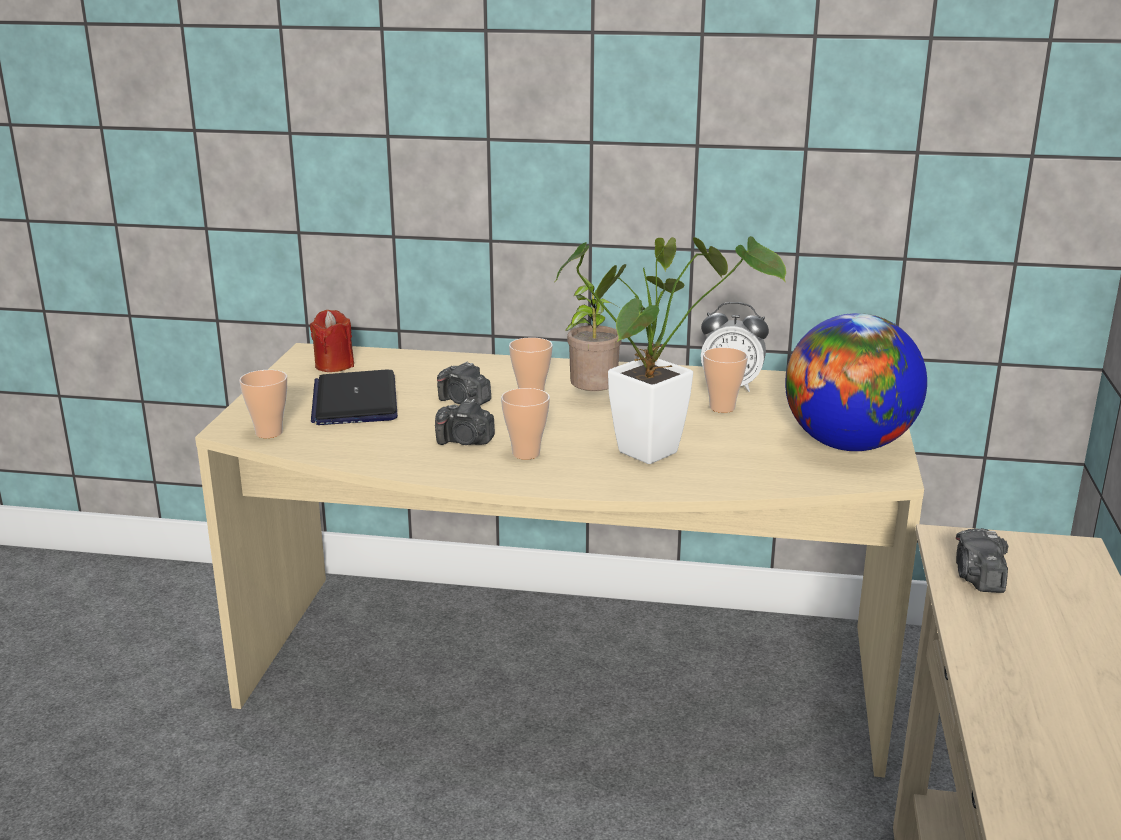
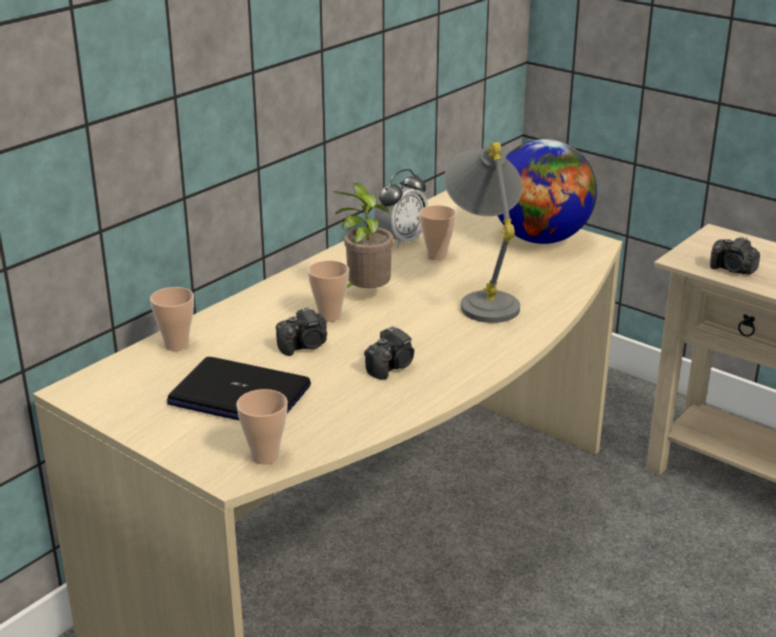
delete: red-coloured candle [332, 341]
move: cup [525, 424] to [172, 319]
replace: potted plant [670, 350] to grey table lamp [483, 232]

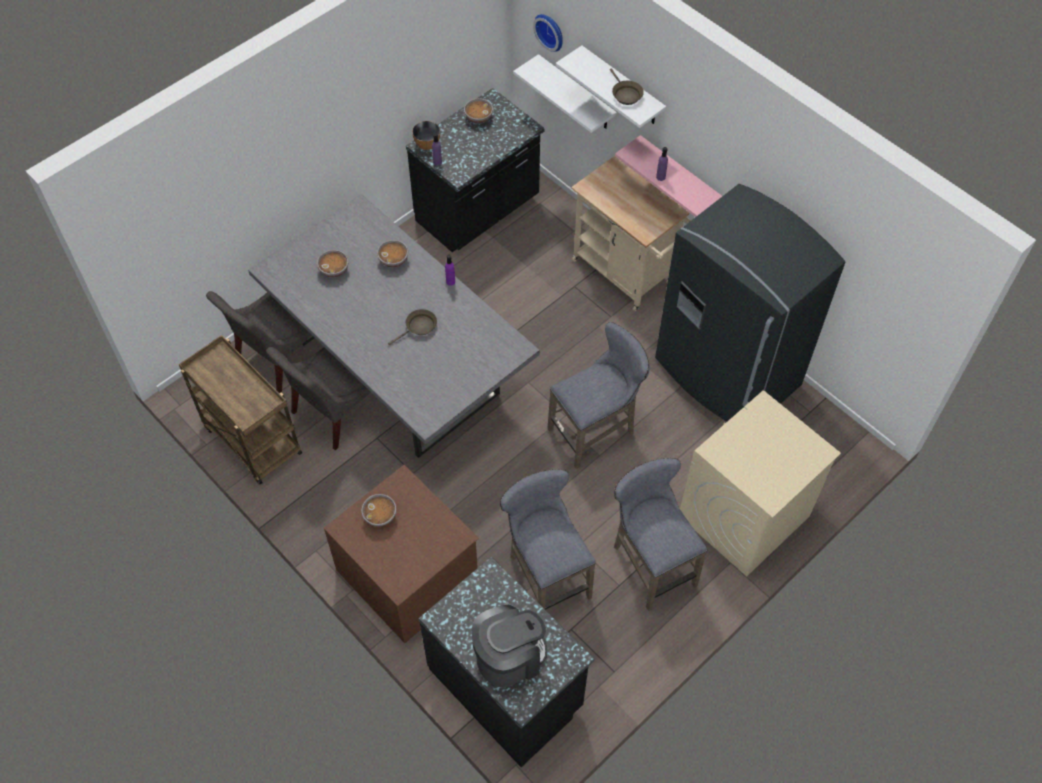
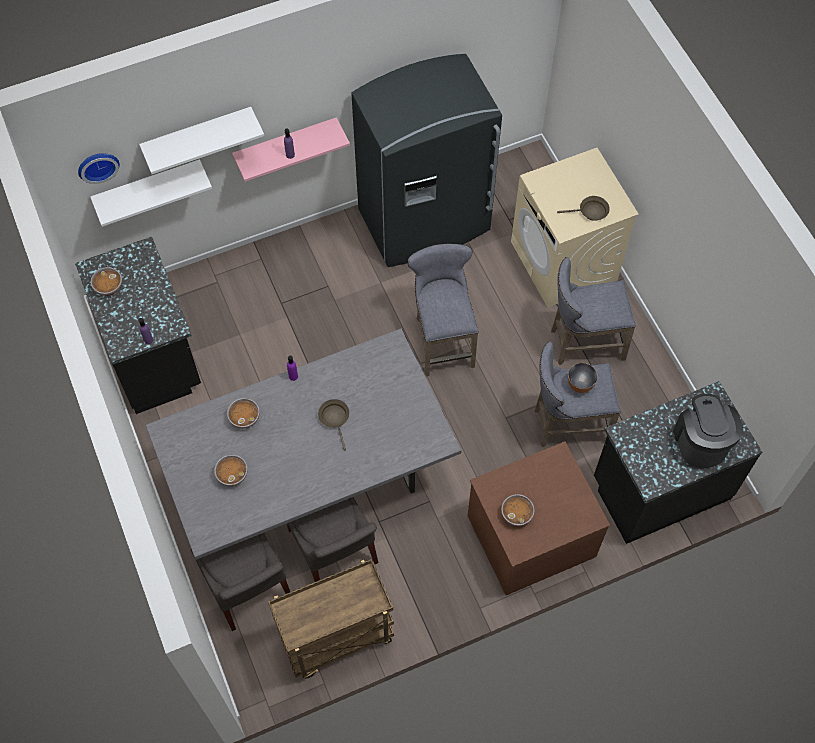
delete: beige trolley [631, 233]
move: deep dish [426, 135] to [583, 378]; brownish frying pan [627, 86] to [583, 208]

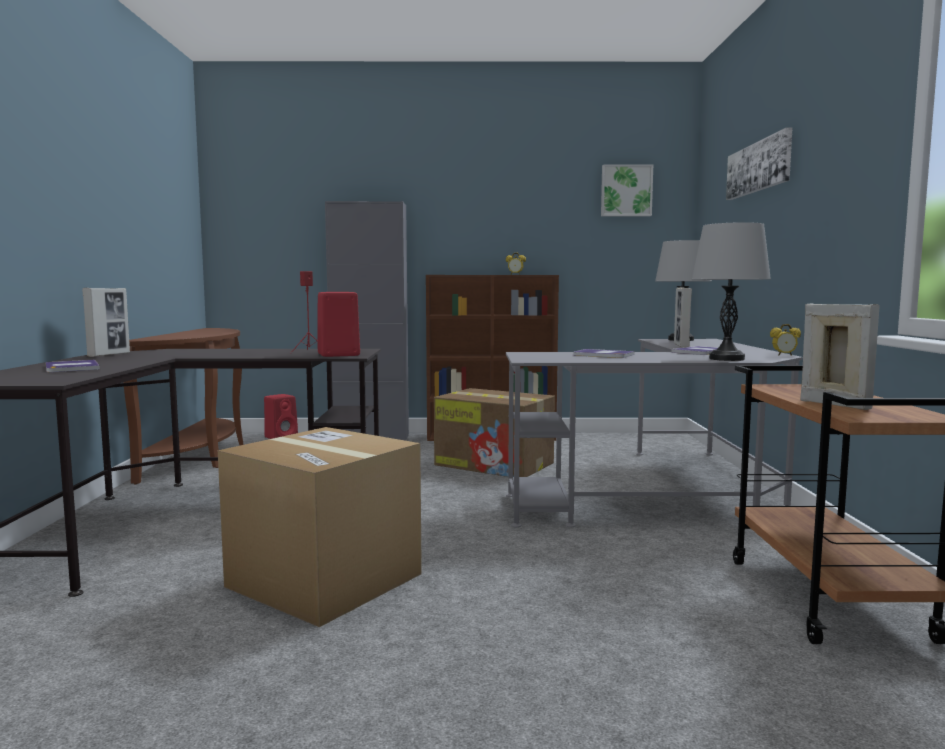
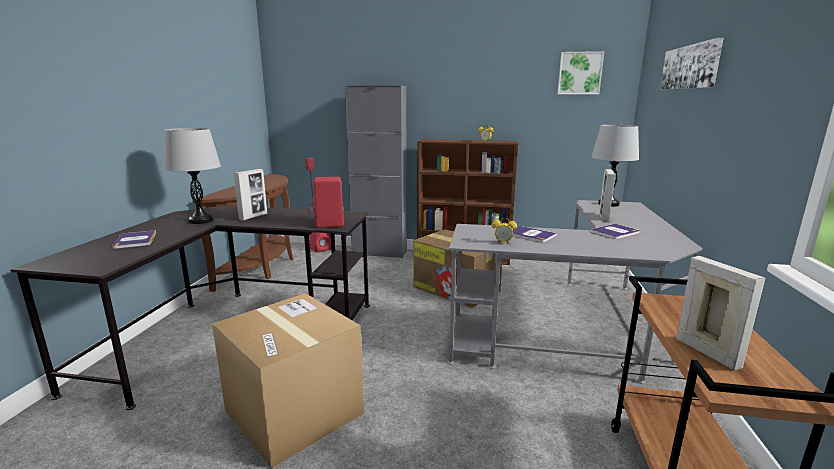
move: picture frame [106, 322] to [250, 195]; grey table lamp [731, 291] to [192, 176]; table clock [785, 340] to [504, 231]

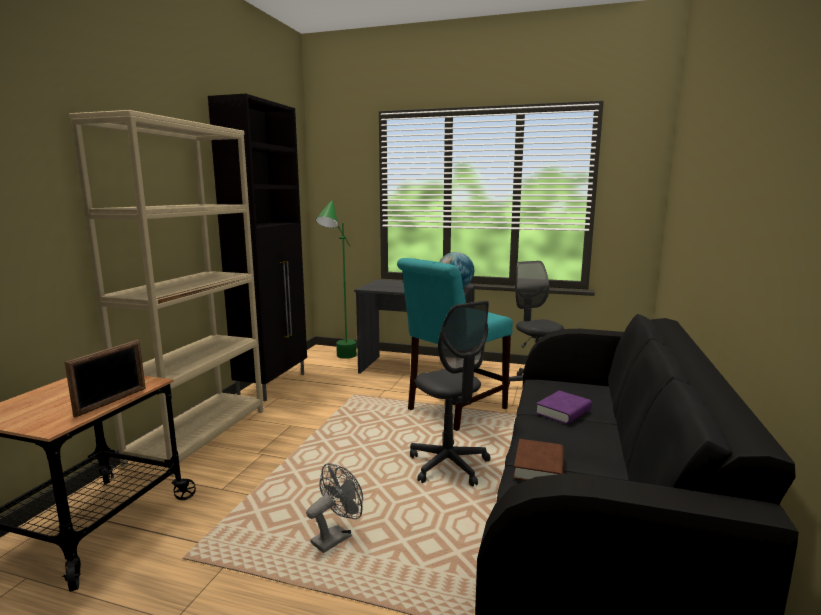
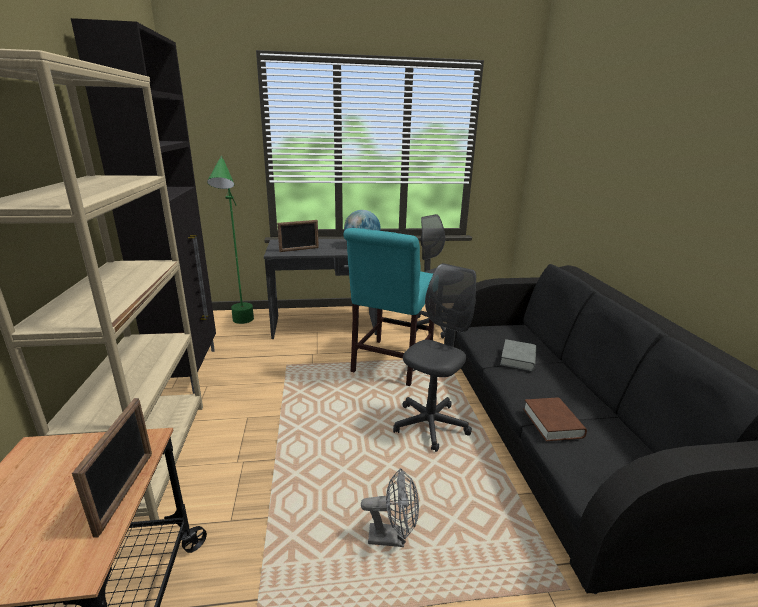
insert: picture frame [298, 236]
recolor: purplish book [564, 407] to grey book [518, 355]
rotate: grey fan [334, 508] = [390, 507] 75 degrees clockwise; grey desk chair [450, 394] = [434, 357] 90 degrees counterclockwise

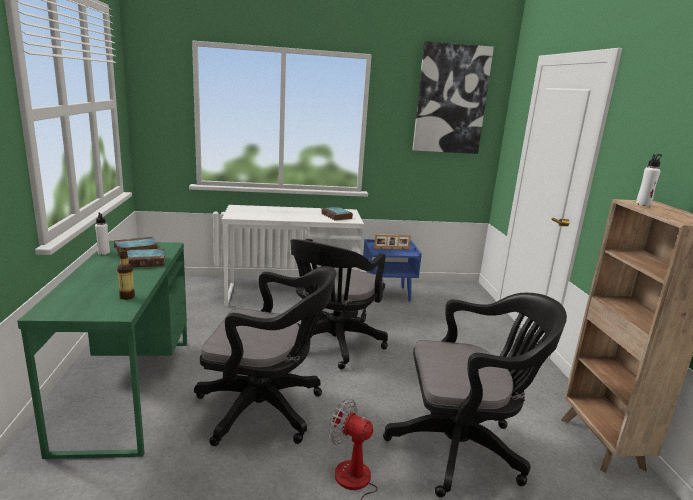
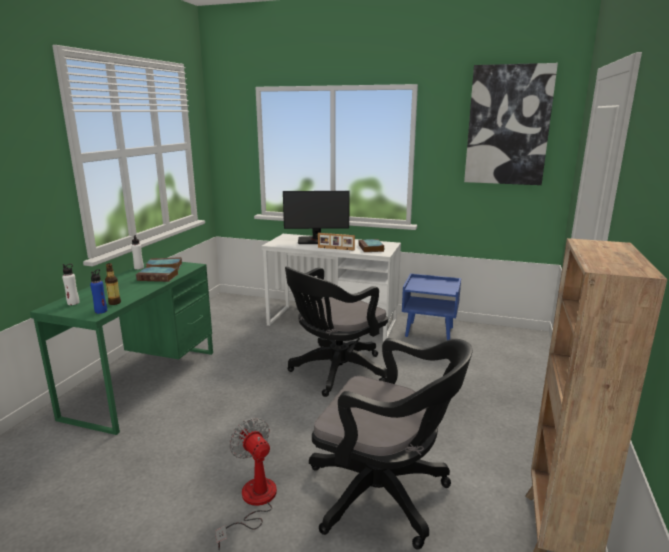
delete: black-coloured desk chair [265, 356]
insert: blue bottle [98, 291]; computer screen [316, 217]
move: picture frame [392, 241] to [336, 242]; white bottle [649, 180] to [71, 284]

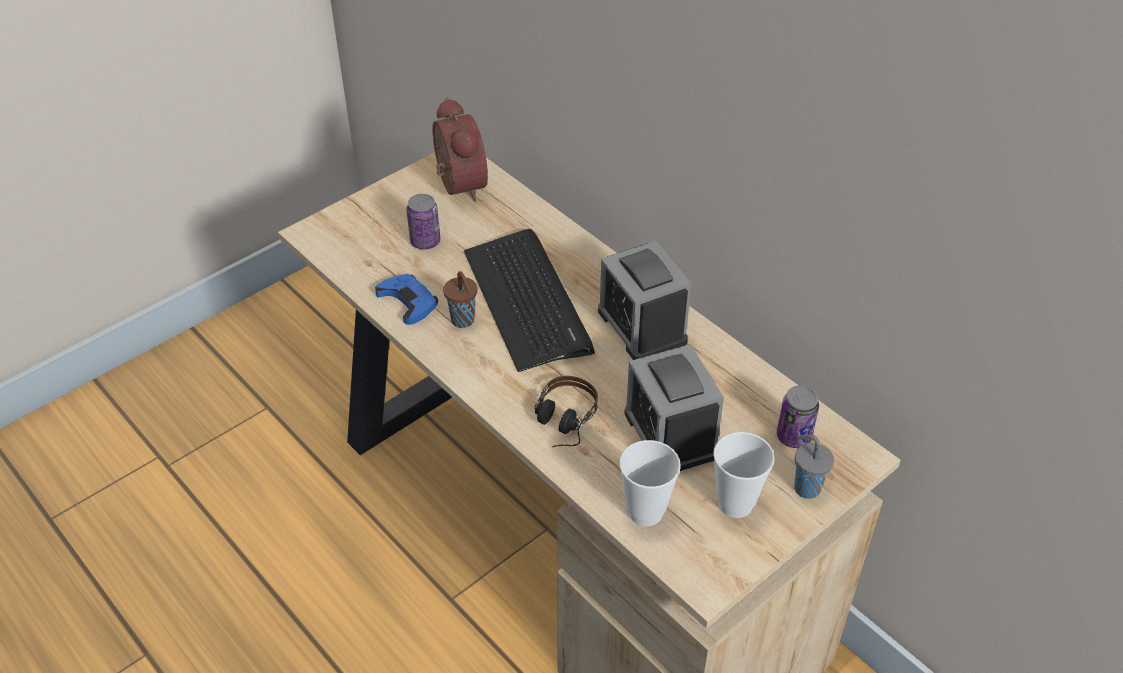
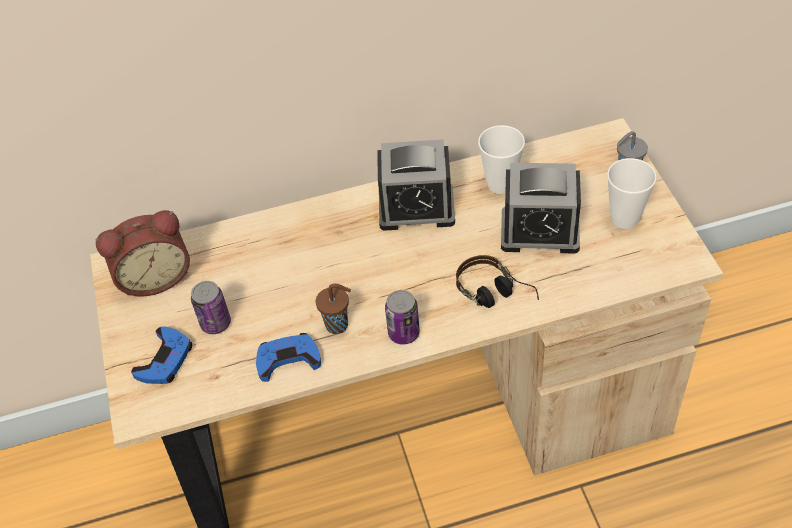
delete: keyboard [529, 300]
insert: blue joypad [161, 355]
move: cup [650, 483] to [501, 159]; sealed can [798, 417] to [402, 317]
rotate: table clock [460, 149] = [142, 253] 150 degrees clockwise

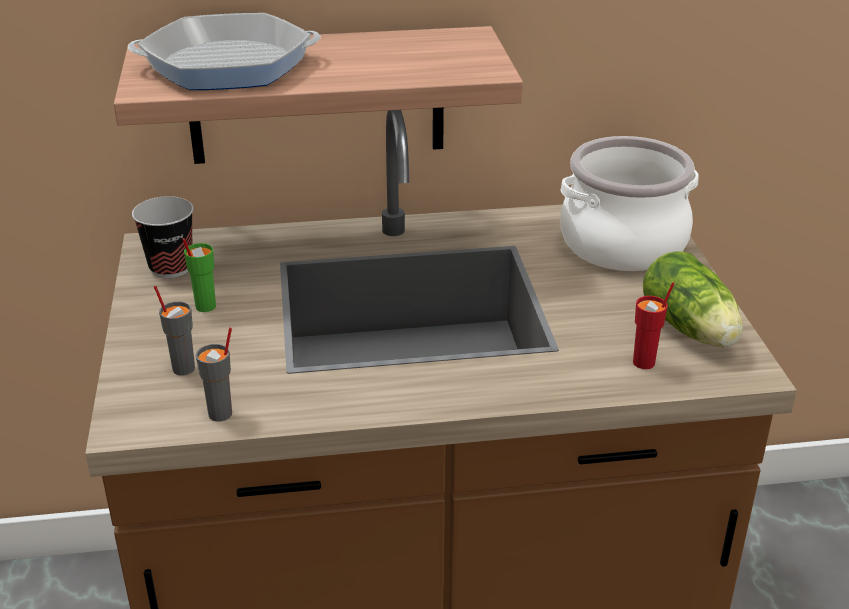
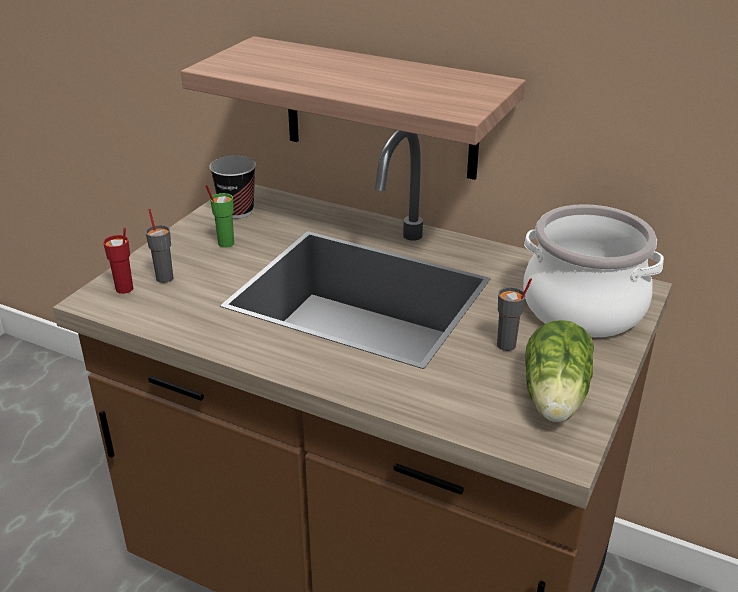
delete: frying pan [224, 51]
move: grey cup [214, 375] to [514, 314]; red-coloured cup [654, 325] to [118, 260]

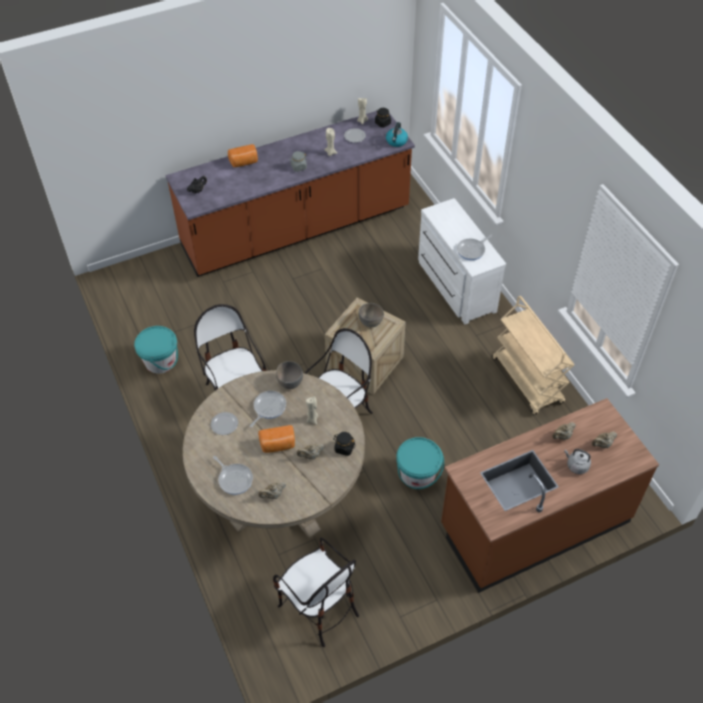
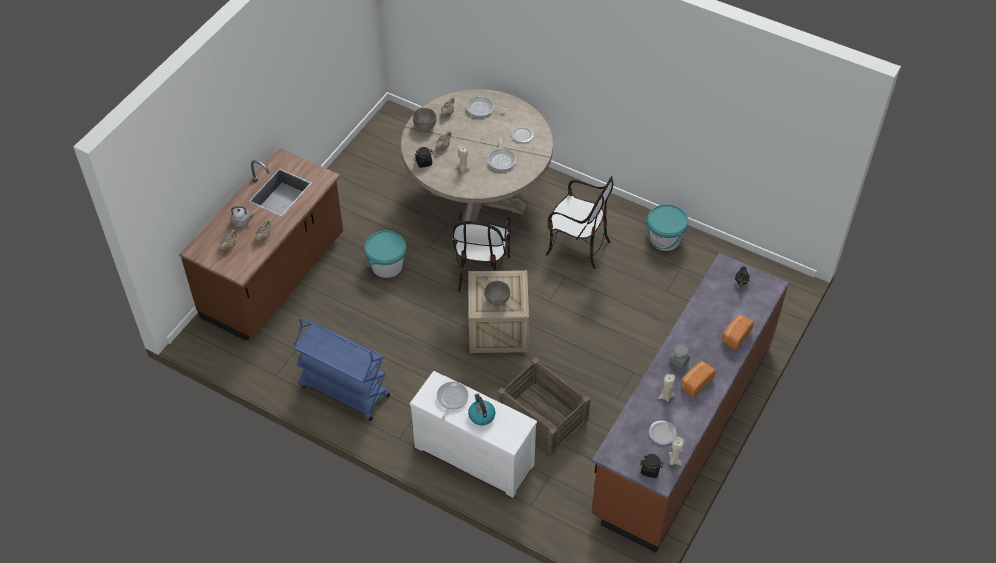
delete: plain chair [316, 592]
insert: shipping crate [544, 406]
move: baked bread [276, 439] to [698, 379]; grey deep dish [289, 375] to [425, 119]; kettle [397, 134] to [481, 410]
recolor: beige trolley [533, 355] to blue trolley [341, 369]

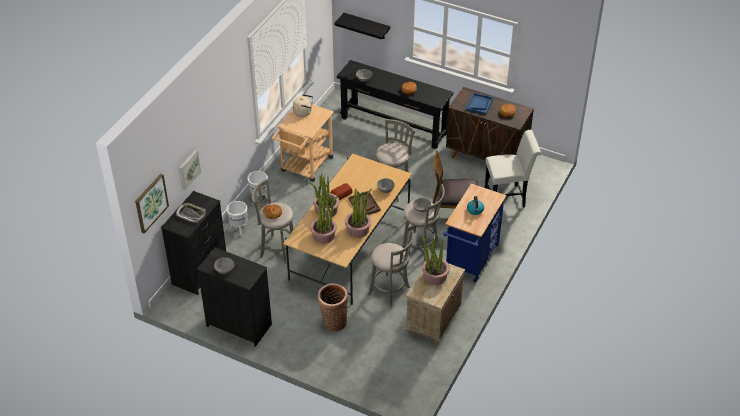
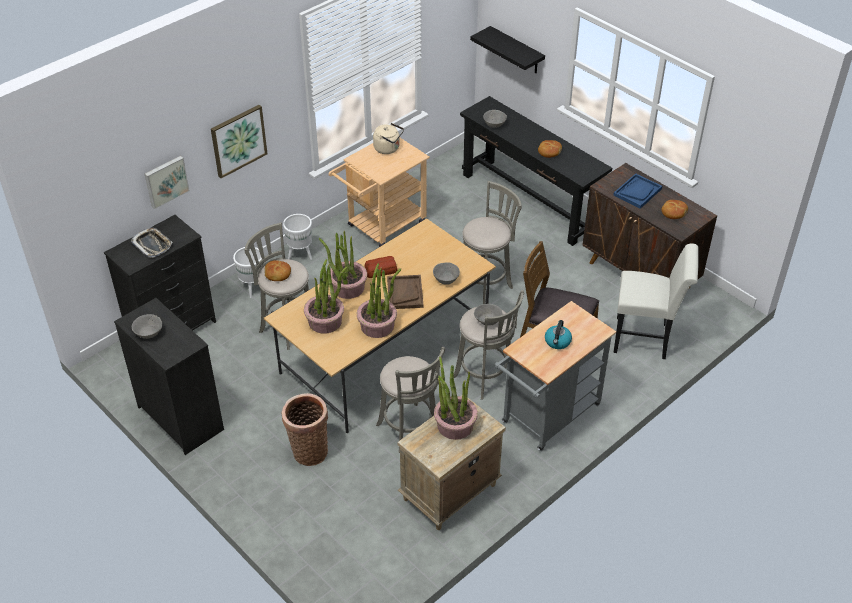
move: picture [152, 204] to [239, 141]
recolor: blue trolley [474, 233] to grey trolley [555, 376]

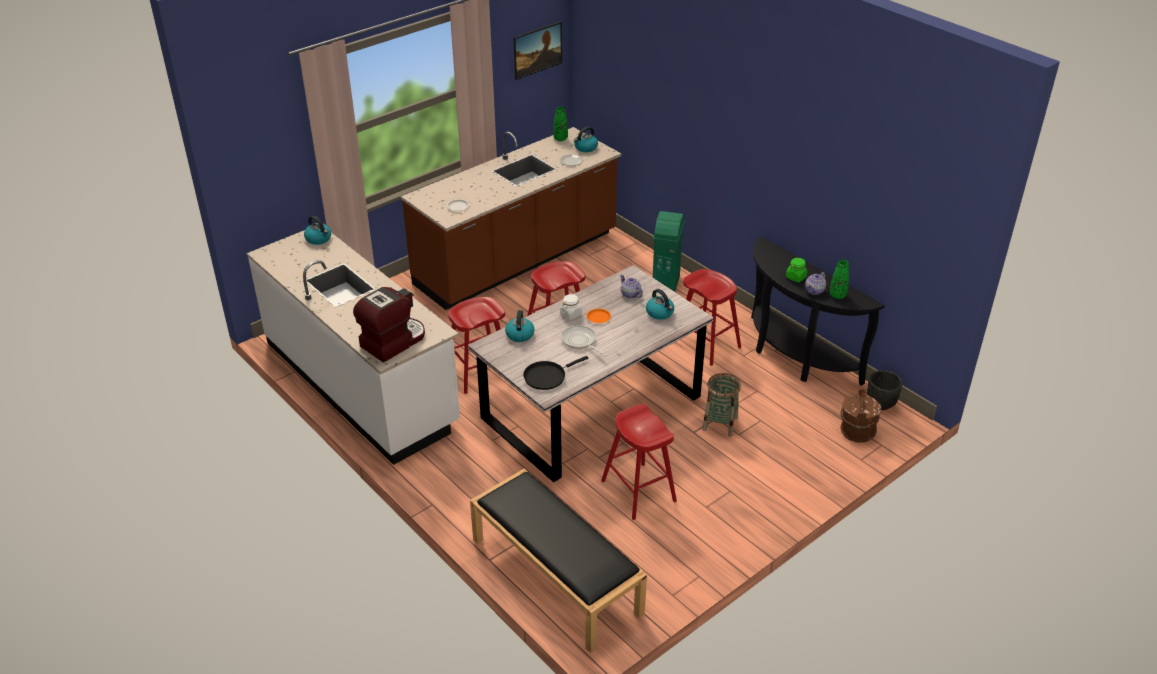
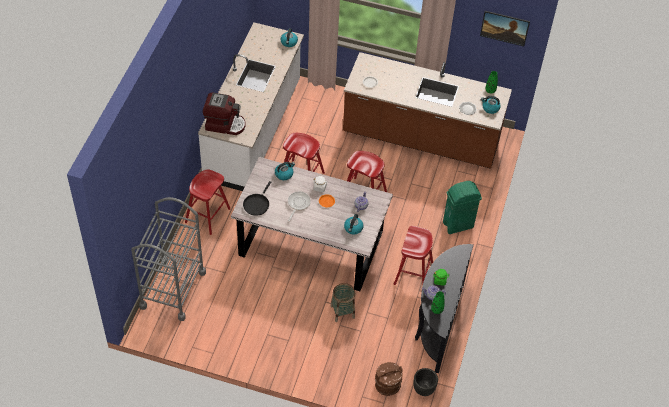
move: red-coloured stool seat [639, 462] to [207, 202]
replace: black-coloured indoor bench [558, 561] to grey trolley [168, 259]
rotate: black-coloured frying pan [555, 373] = [257, 198] 90 degrees counterclockwise

